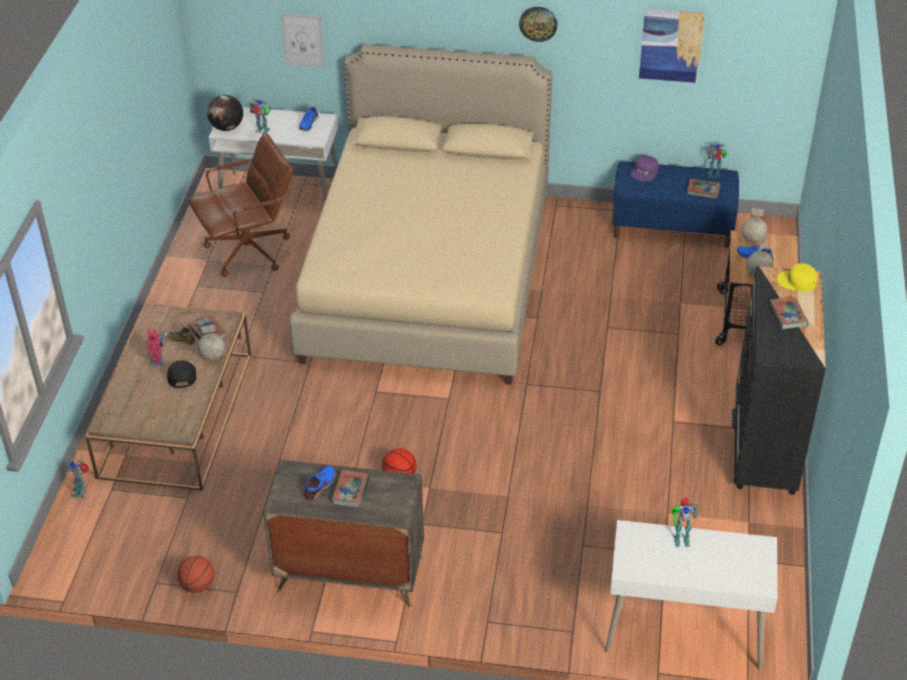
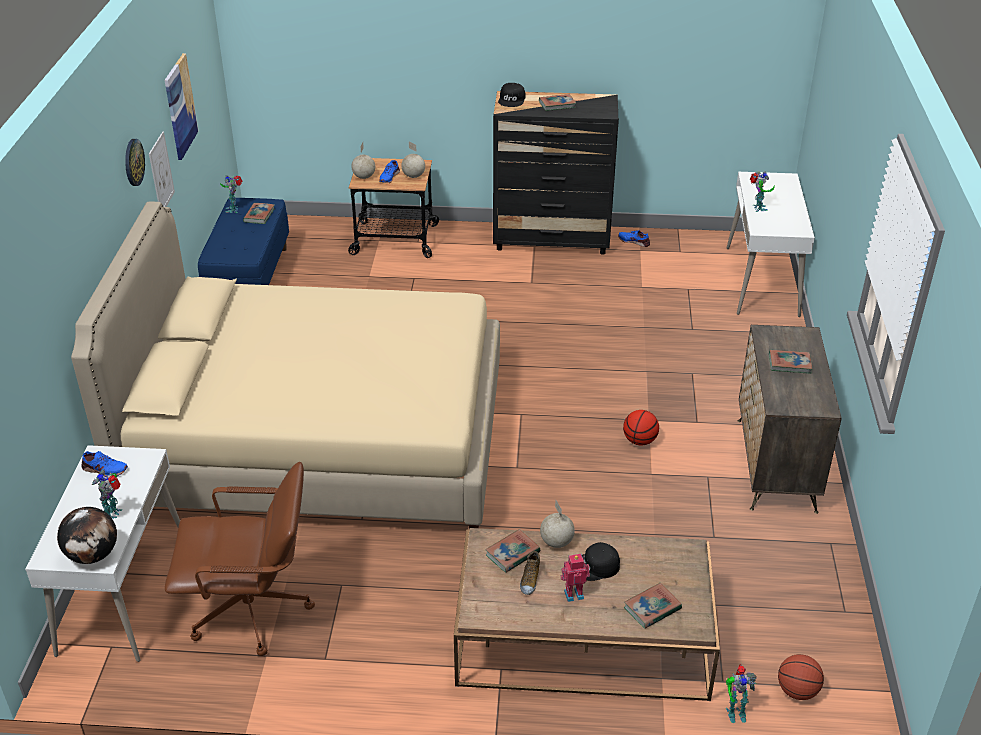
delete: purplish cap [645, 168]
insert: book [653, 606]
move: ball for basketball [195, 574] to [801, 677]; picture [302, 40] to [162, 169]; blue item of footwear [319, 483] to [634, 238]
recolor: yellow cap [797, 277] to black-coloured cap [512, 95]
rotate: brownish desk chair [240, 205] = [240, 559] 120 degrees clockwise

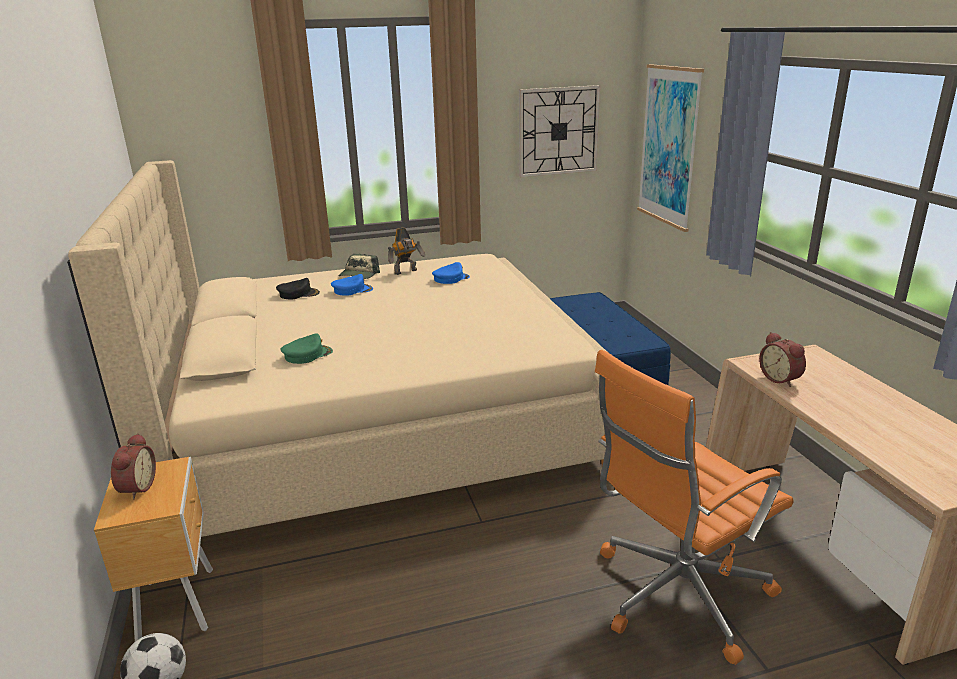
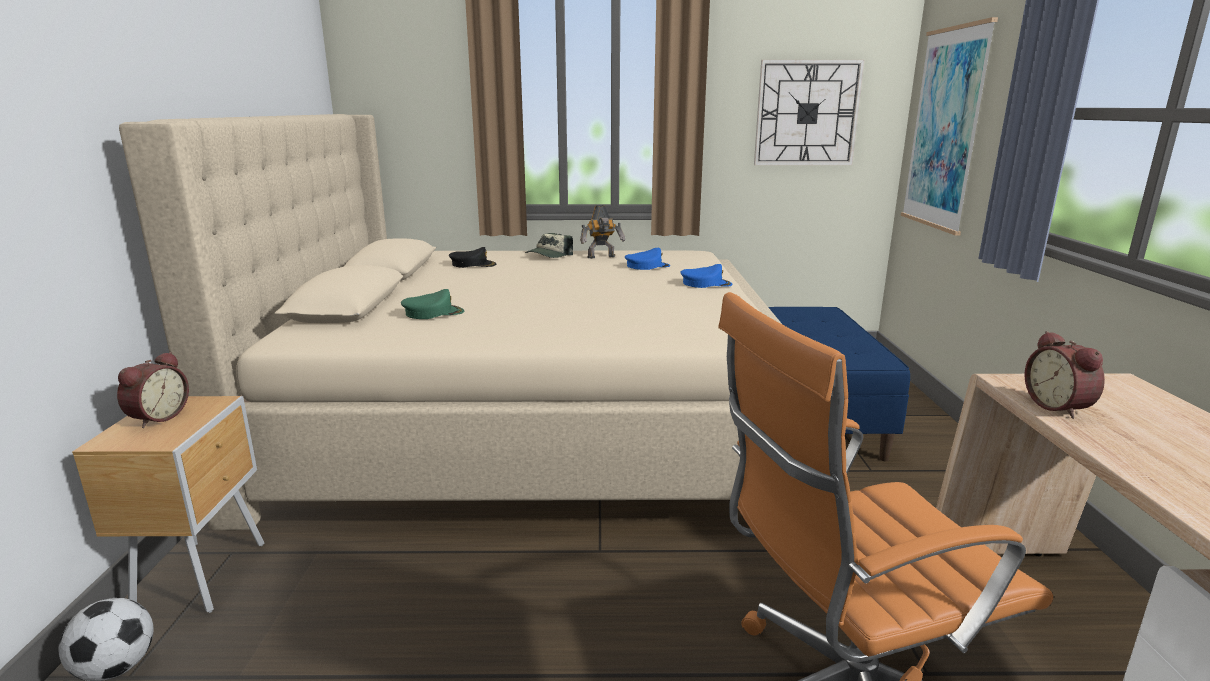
move: blue cap [352, 285] to [706, 276]

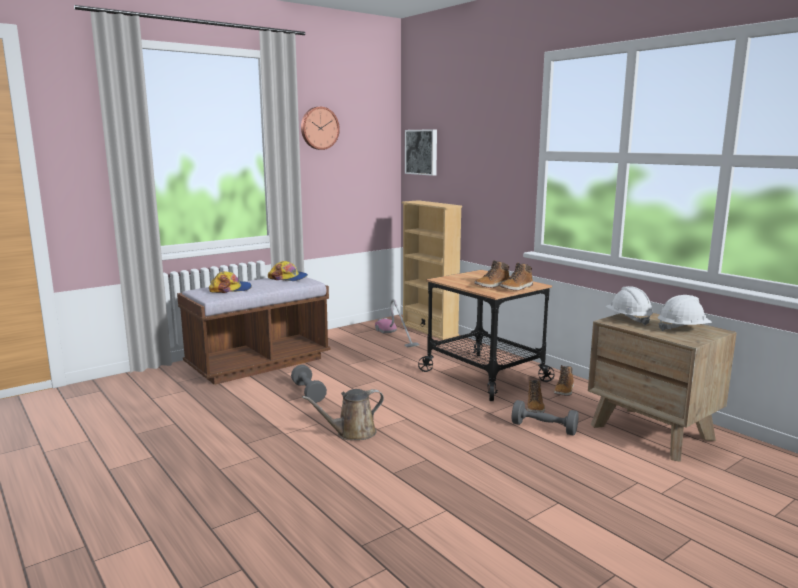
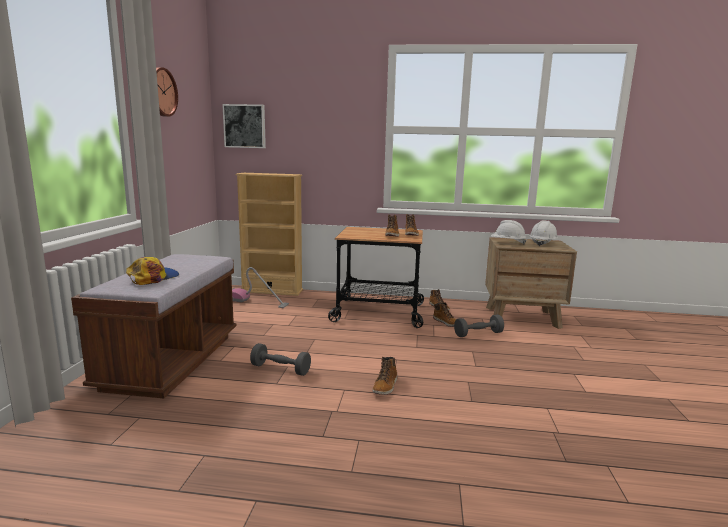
delete: cap [288, 271]
replace: brownish watering pot [343, 414] to high-top boot [384, 376]

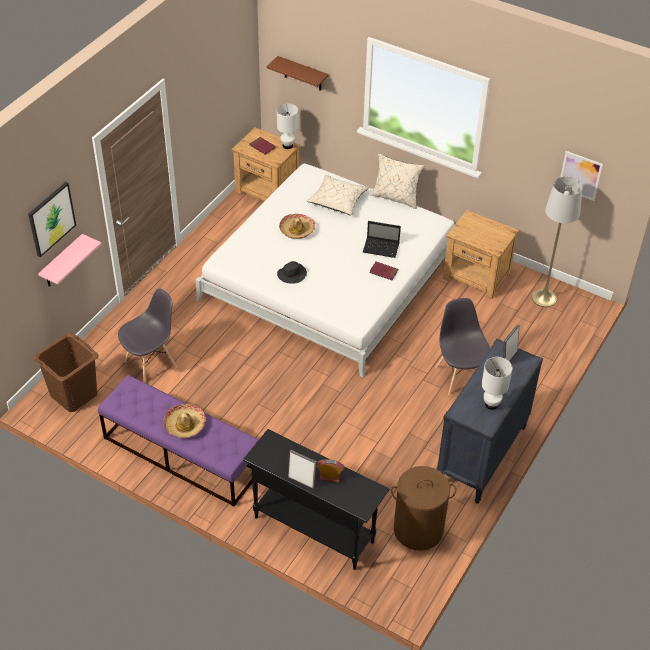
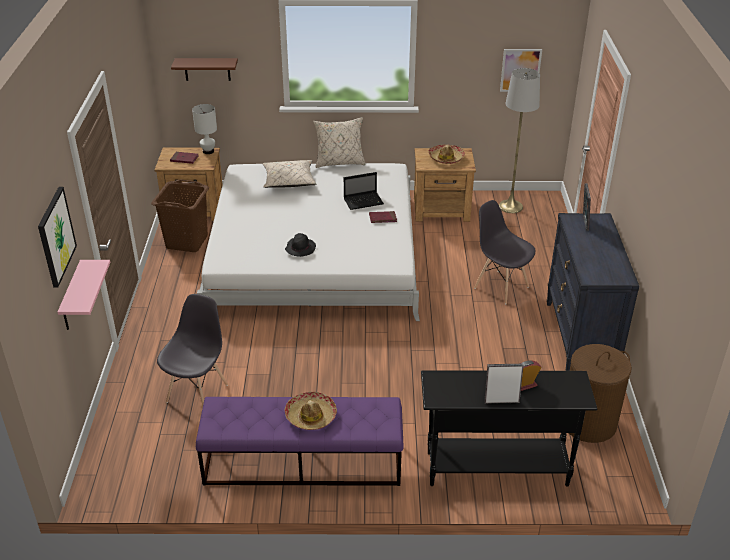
delete: white table lamp [497, 383]
move: brownish laundry basket [66, 372] to [180, 215]; wearable hat [297, 226] to [446, 154]

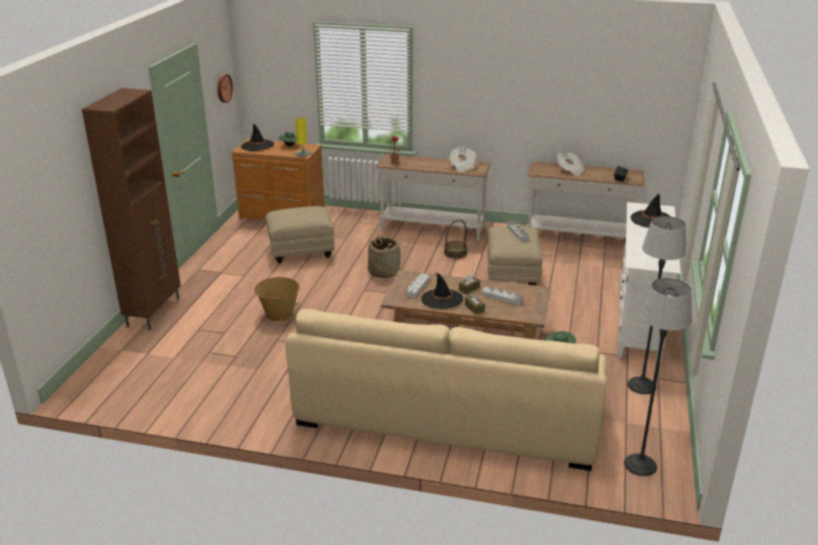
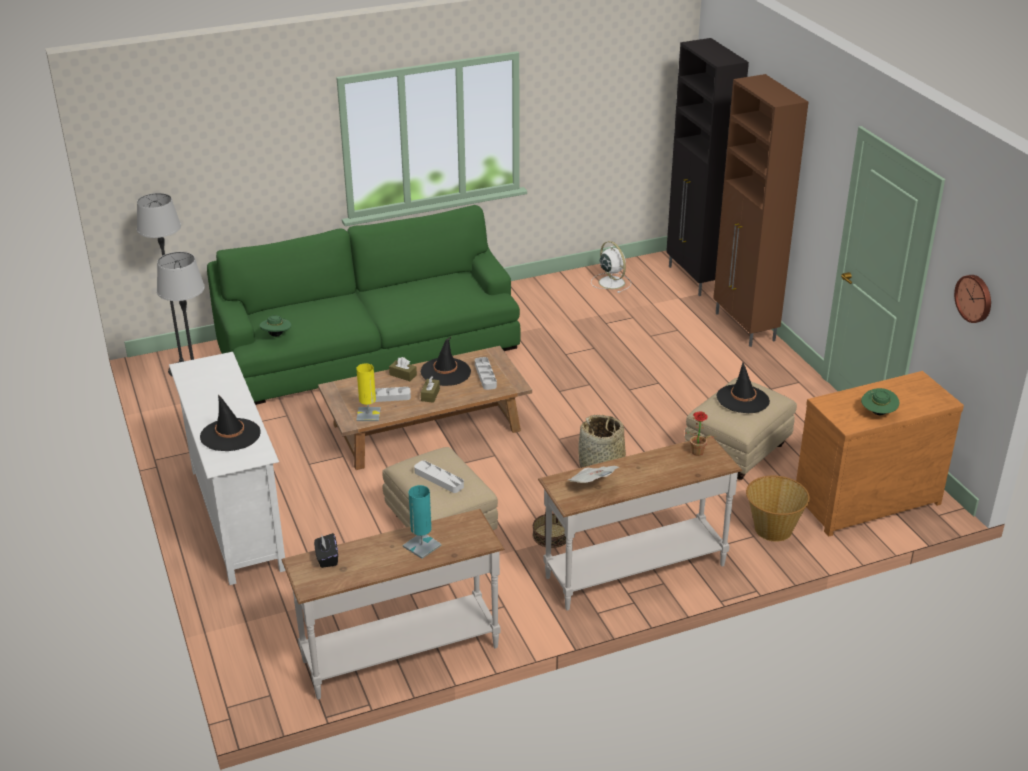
insert: white fan [611, 267]; black-coloured cupboard [707, 167]
move: black-coloured wearable hat [257, 137] to [743, 387]; basket [276, 299] to [778, 508]; yellow table lamp [303, 137] to [368, 392]
replace: printed paper [570, 163] to turquoise-coloured table lamp [422, 522]
recolor: beige couch [446, 390] to green couch [364, 305]

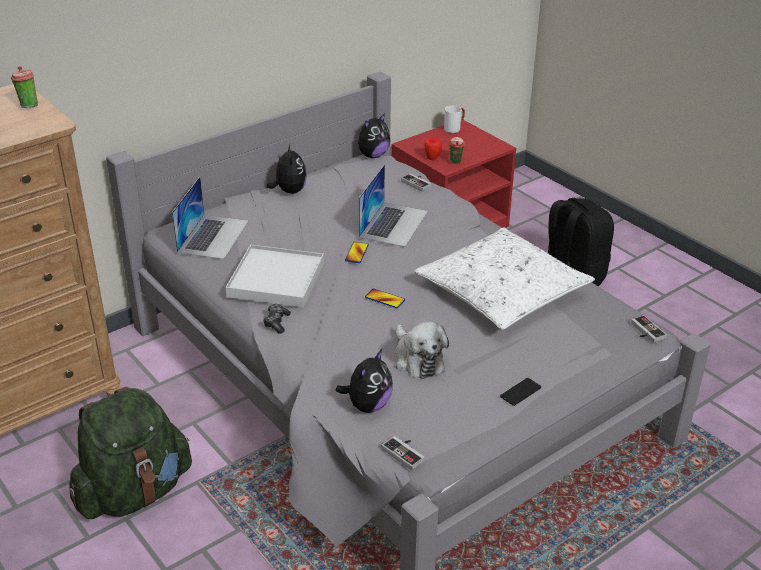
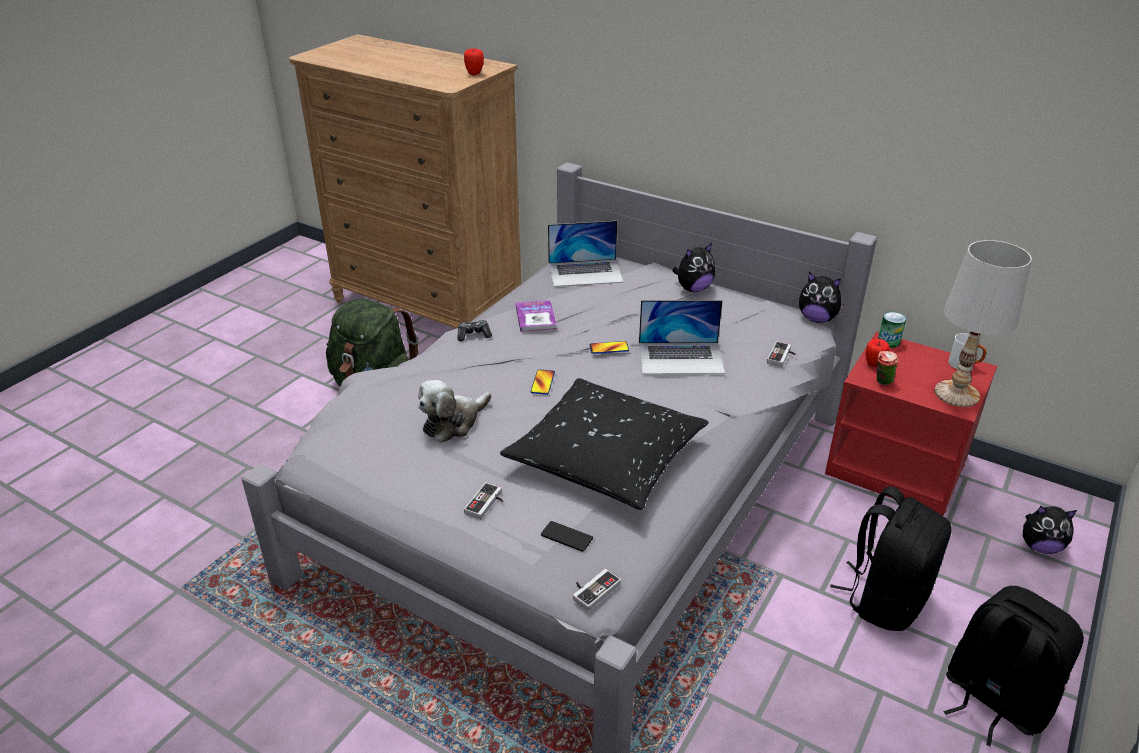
insert: sealed can [892, 330]; white table lamp [983, 323]; black-coloured backpack [1014, 666]
move: soft toy [364, 381] to [1050, 530]; joypad [403, 453] to [483, 500]; handset [520, 392] to [567, 536]
replace: cup [24, 87] to whole apple [474, 62]; white carrying tray [275, 276] to book [536, 316]
recolor: white cushion [504, 279] to black-coloured cushion [604, 444]

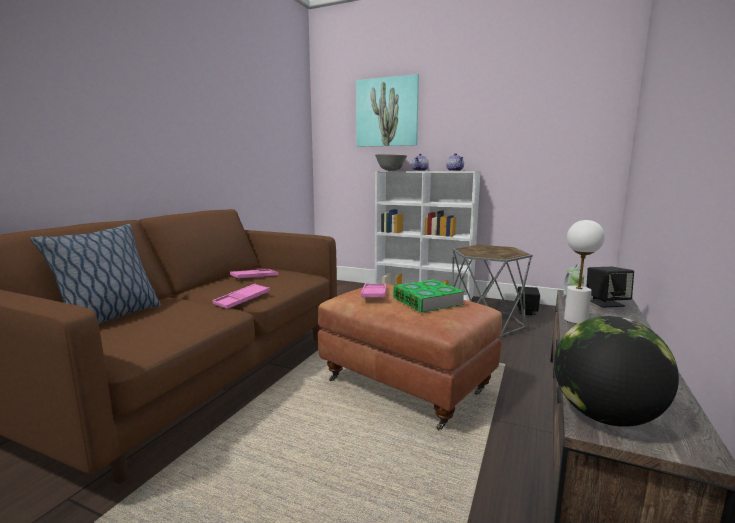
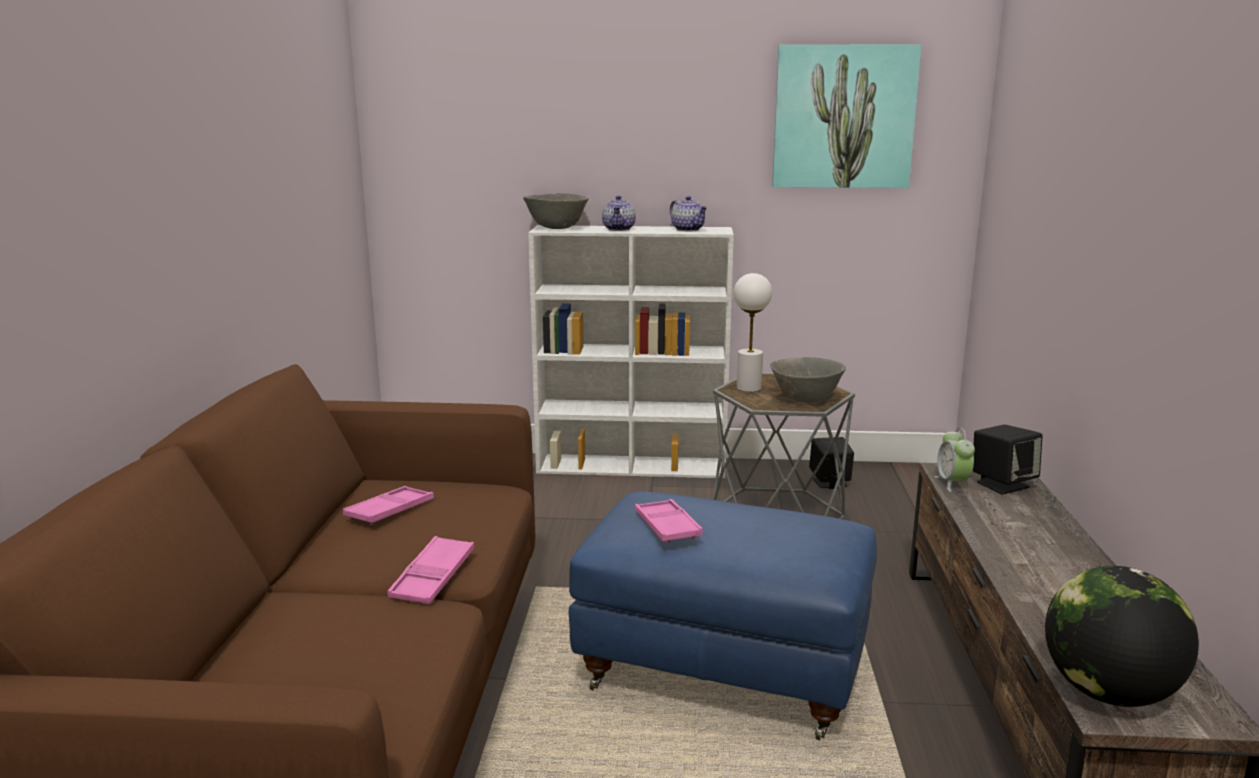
delete: cushion [95, 274]; book [429, 296]
insert: grey deep dish [808, 379]
move: picture [387, 110] to [846, 116]; white table lamp [584, 272] to [753, 332]
recolor: brownish pouffe [410, 357] to blue pouffe [722, 616]

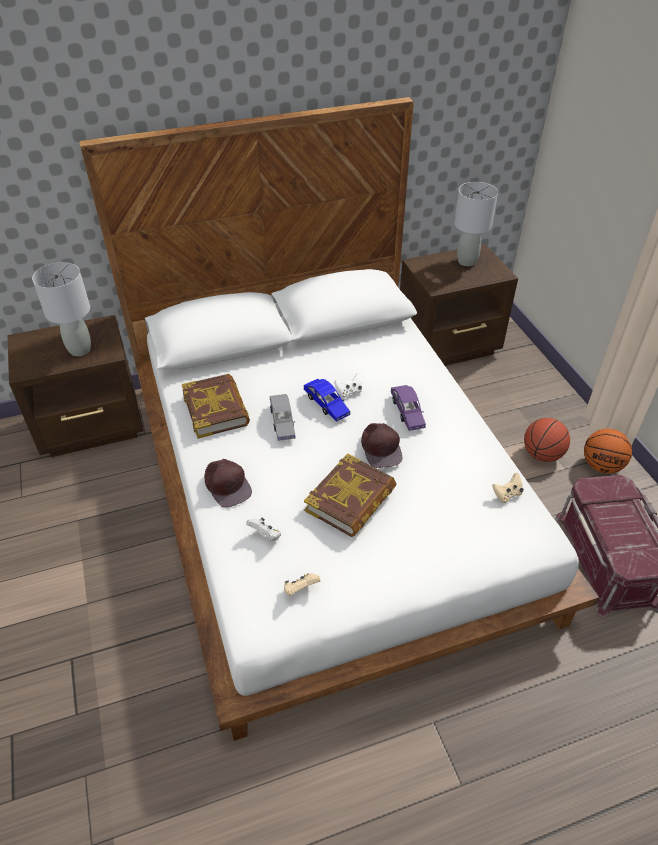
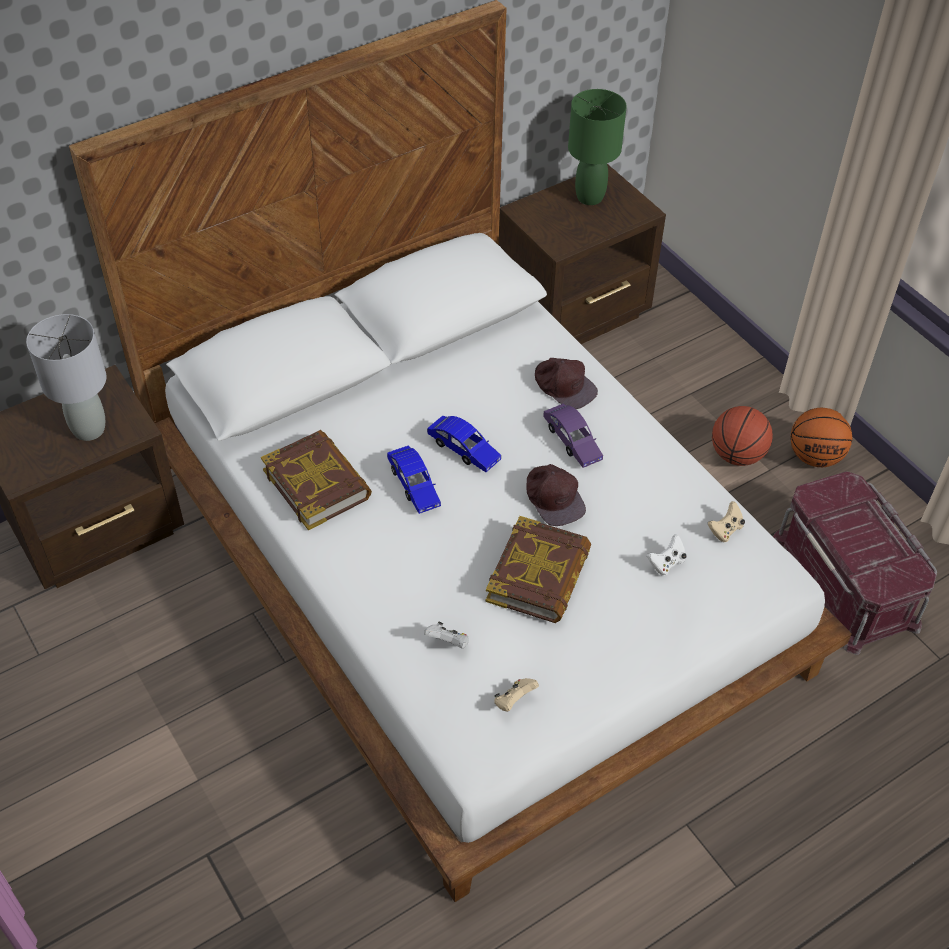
move: brownish cap [228, 483] to [566, 383]; white joypad [348, 385] to [667, 555]
recolor: grey miniature car [283, 417] to blue miniature car [414, 479]; grey table lamp [476, 224] to green table lamp [597, 147]

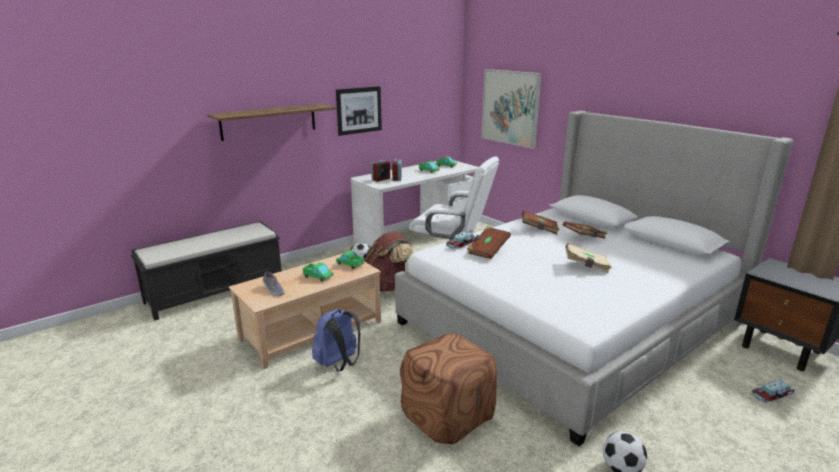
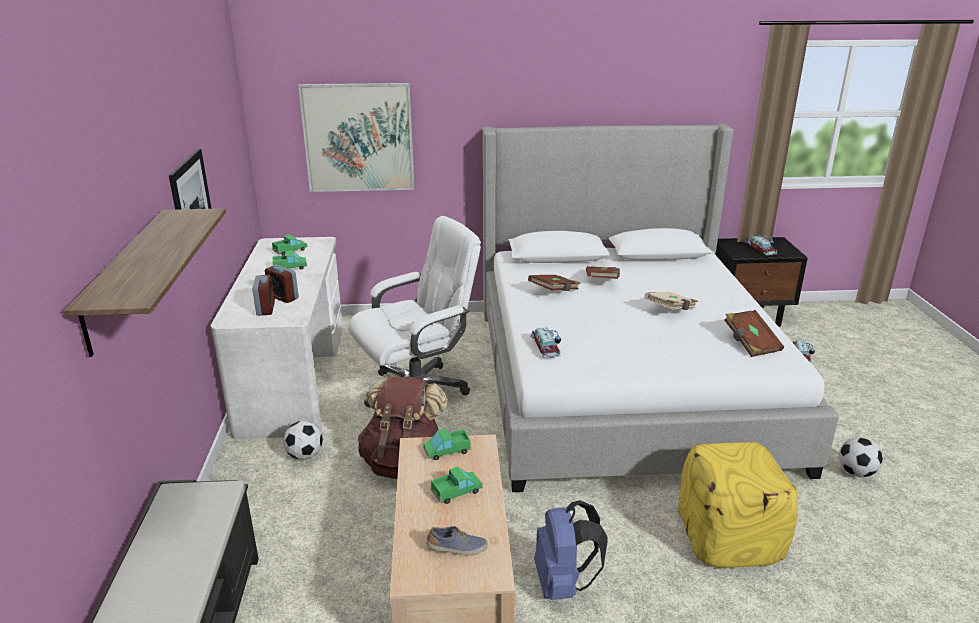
insert: miniature car [762, 245]
move: brownish book [489, 242] to [754, 333]
recolor: brownish pouffe [448, 388] to yellow pouffe [738, 505]

